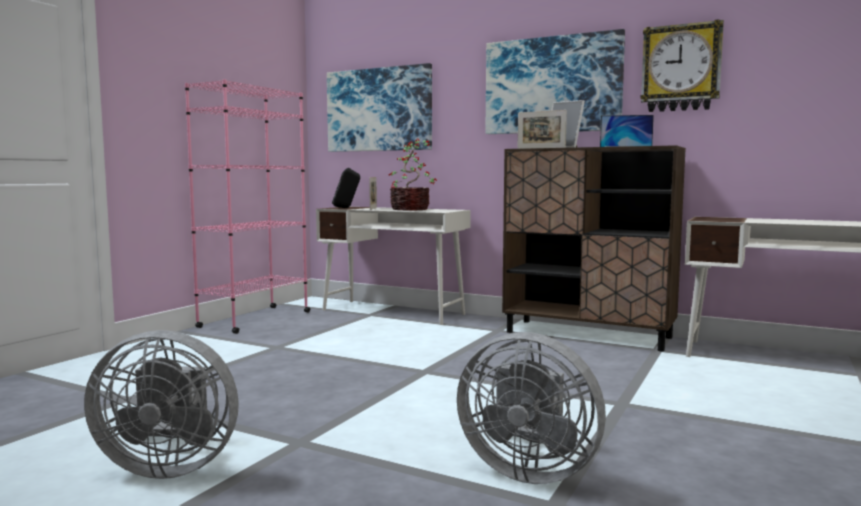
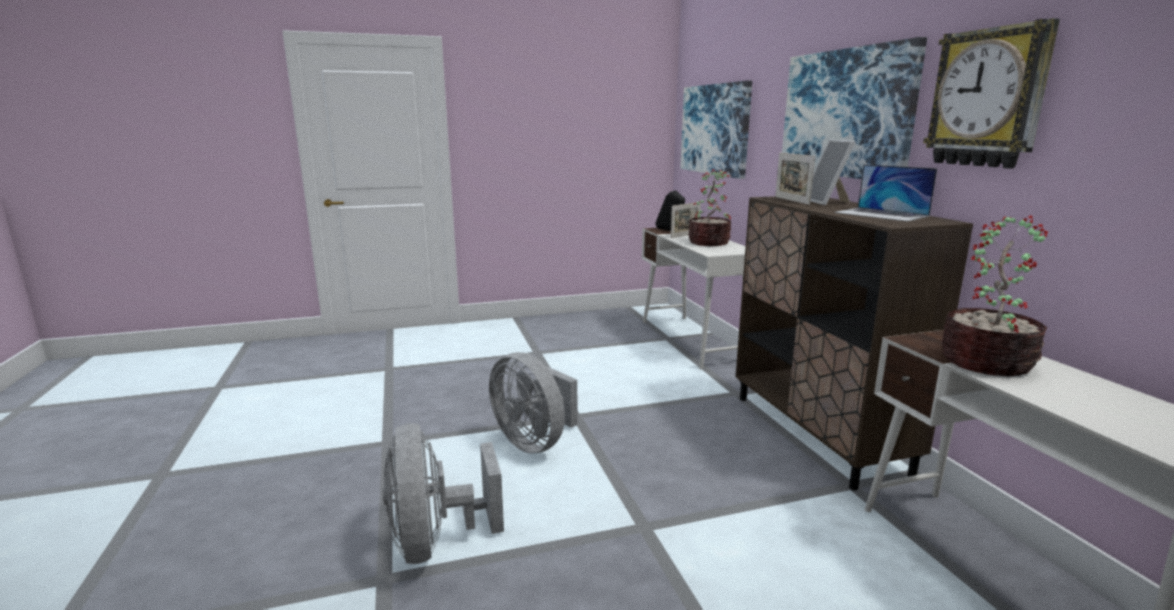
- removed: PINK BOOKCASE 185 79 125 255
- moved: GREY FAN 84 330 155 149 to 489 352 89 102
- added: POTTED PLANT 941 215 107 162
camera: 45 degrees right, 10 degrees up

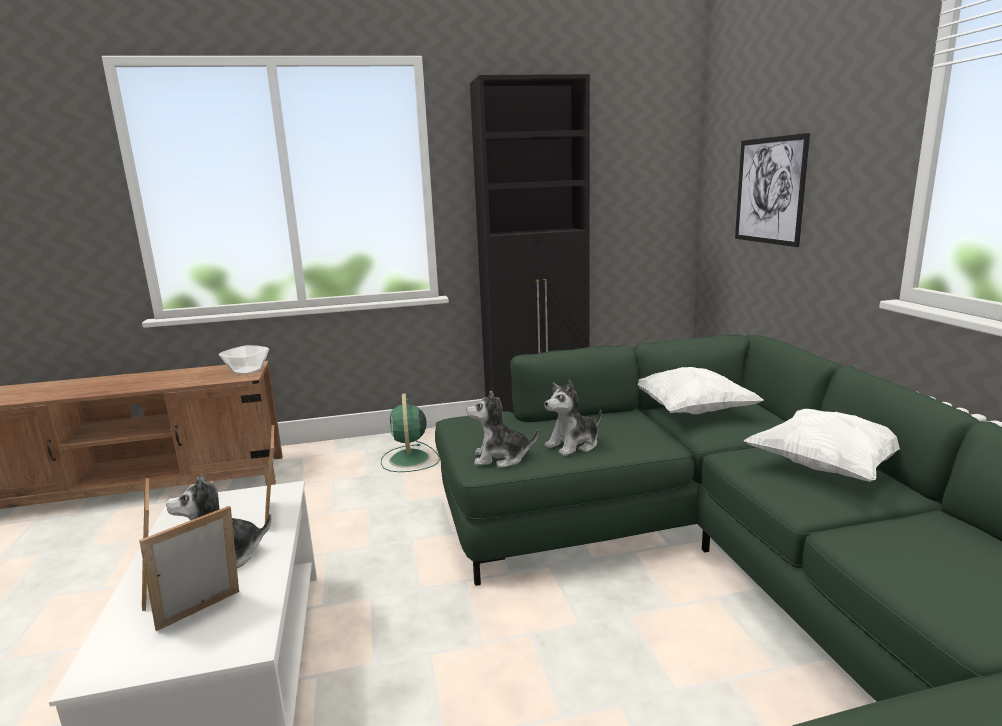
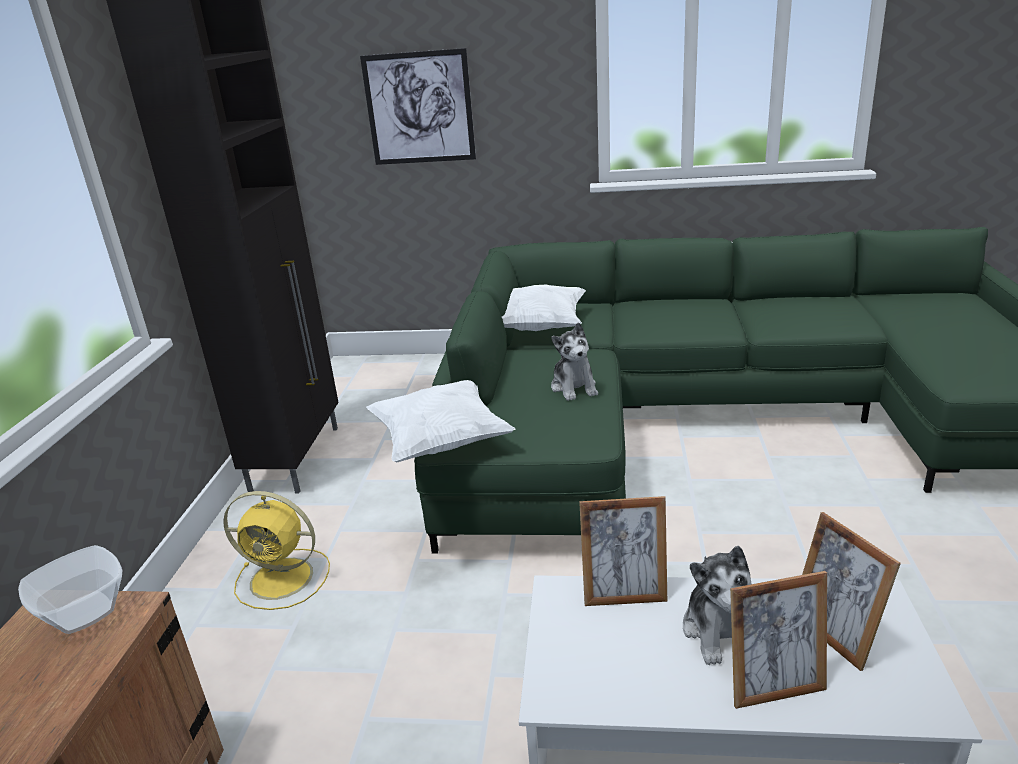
- removed: PLUSH TOY 466 390 72 78
- recoloured: GREEN FAN 381 393 59 79 to YELLOW FAN 223 491 107 119
- moved: WHITE PILLOW 744 409 156 73 to 366 380 149 82
camera: 70 degrees left, 10 degrees up

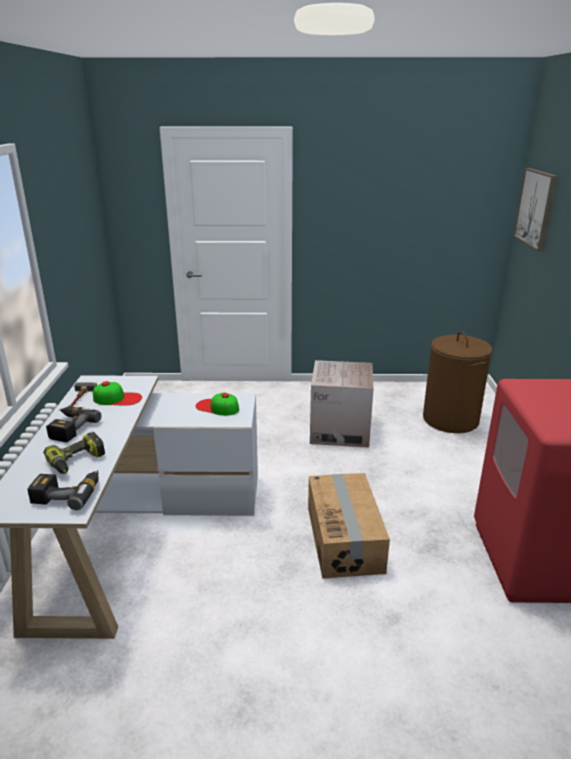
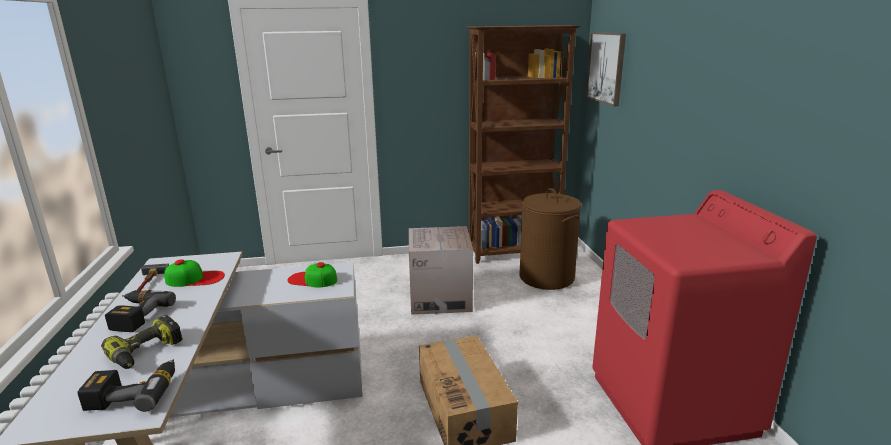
- added: BROWN BOOKCASE 466 25 114 239
camera: 10 degrees left, 5 degrees down

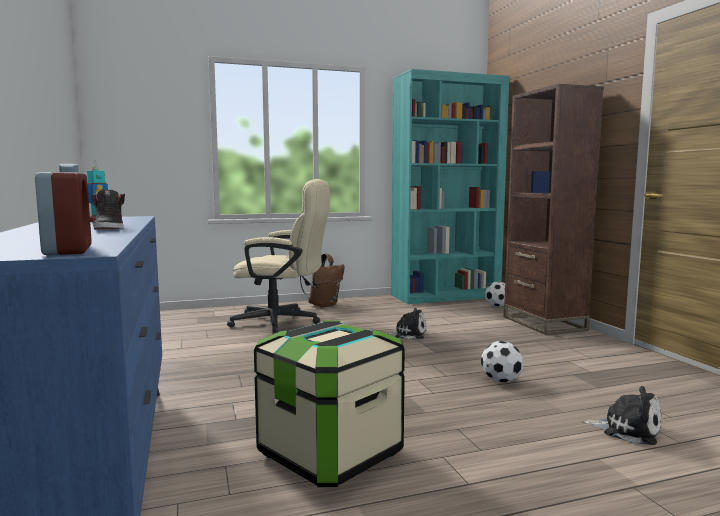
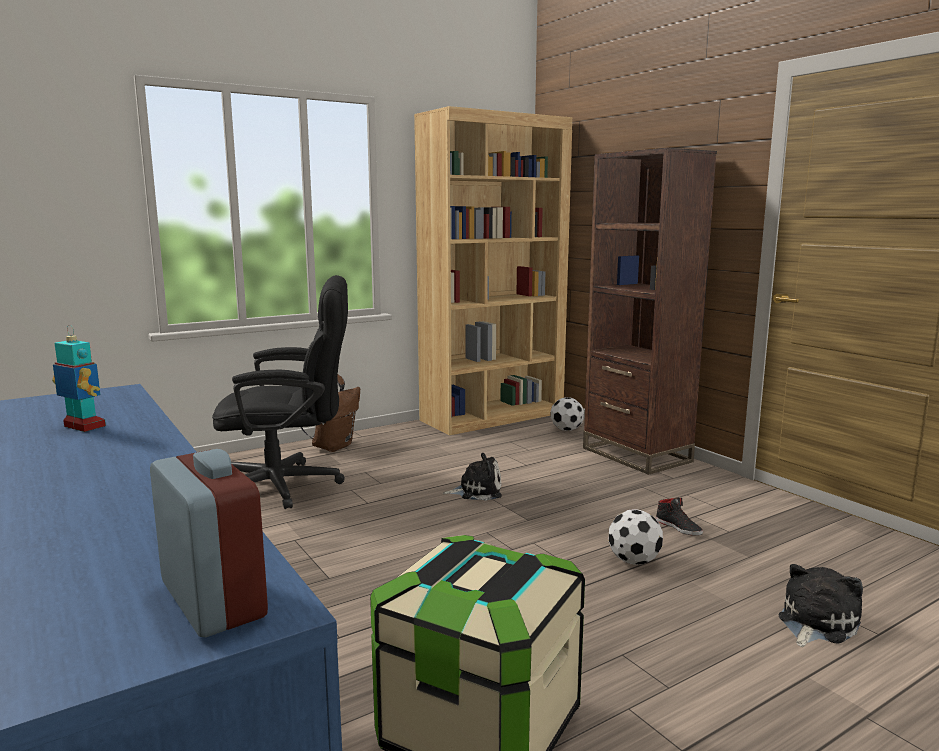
- recoloured: TURQUOISE BOOKCASE 391 69 118 235 to BROWN BOOKCASE 414 106 158 329
- recoloured: BEIGE OFFICE CHAIR 227 179 103 155 to BLACK OFFICE CHAIR 212 275 136 234
- moved: BLACK SHOE 91 190 34 40 to 656 497 47 39
- turned: PLUSH TOY 582 386 80 59 = 779 564 84 83 60 degrees counterclockwise
camera: 15 degrees left, 5 degrees up

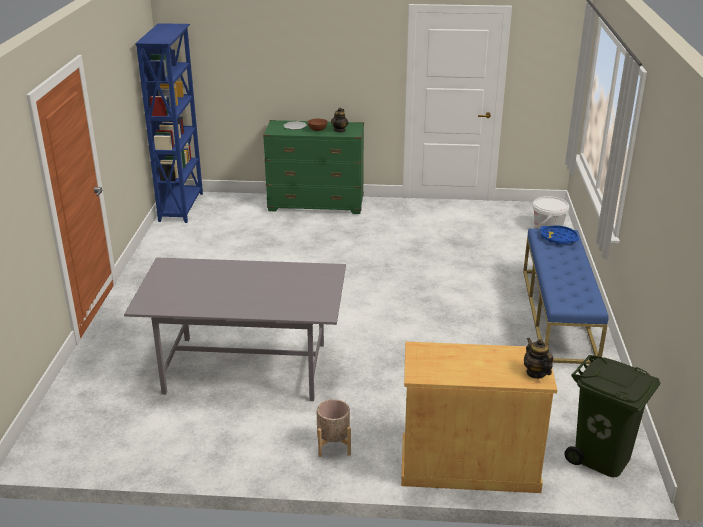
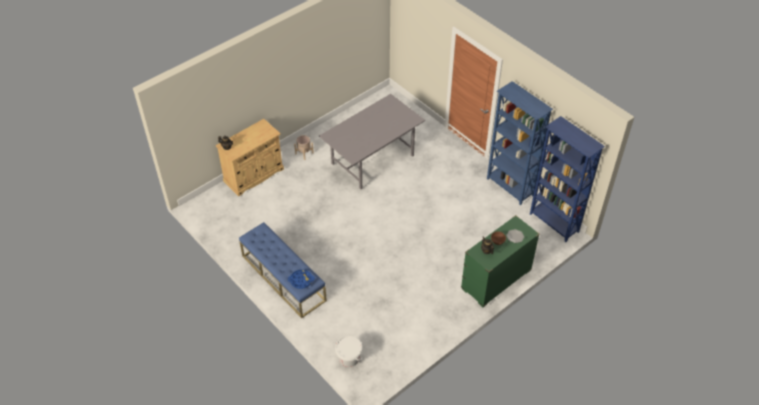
- removed: GREEN TRASH CAN 564 355 96 122
- added: BLUE BOOKCASE 487 81 66 124
camera: 135 degrees right, 20 degrees up

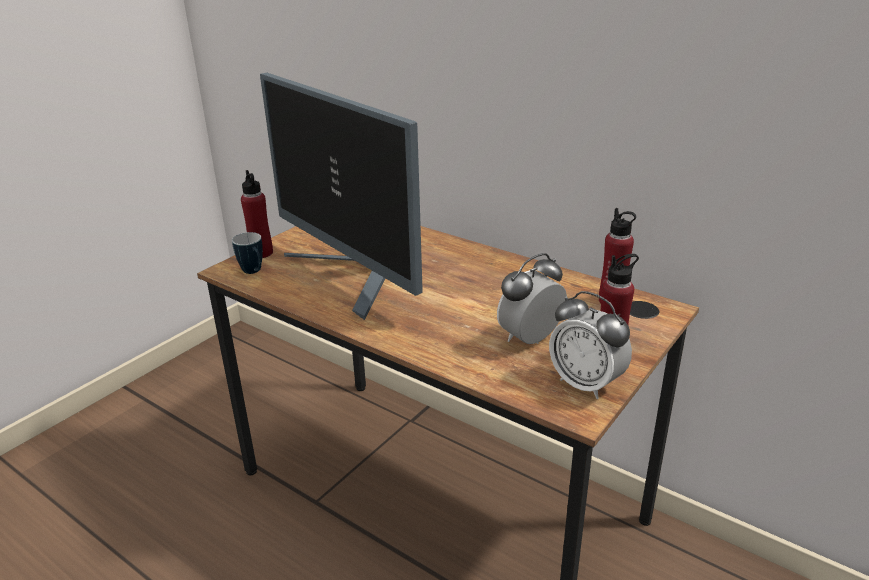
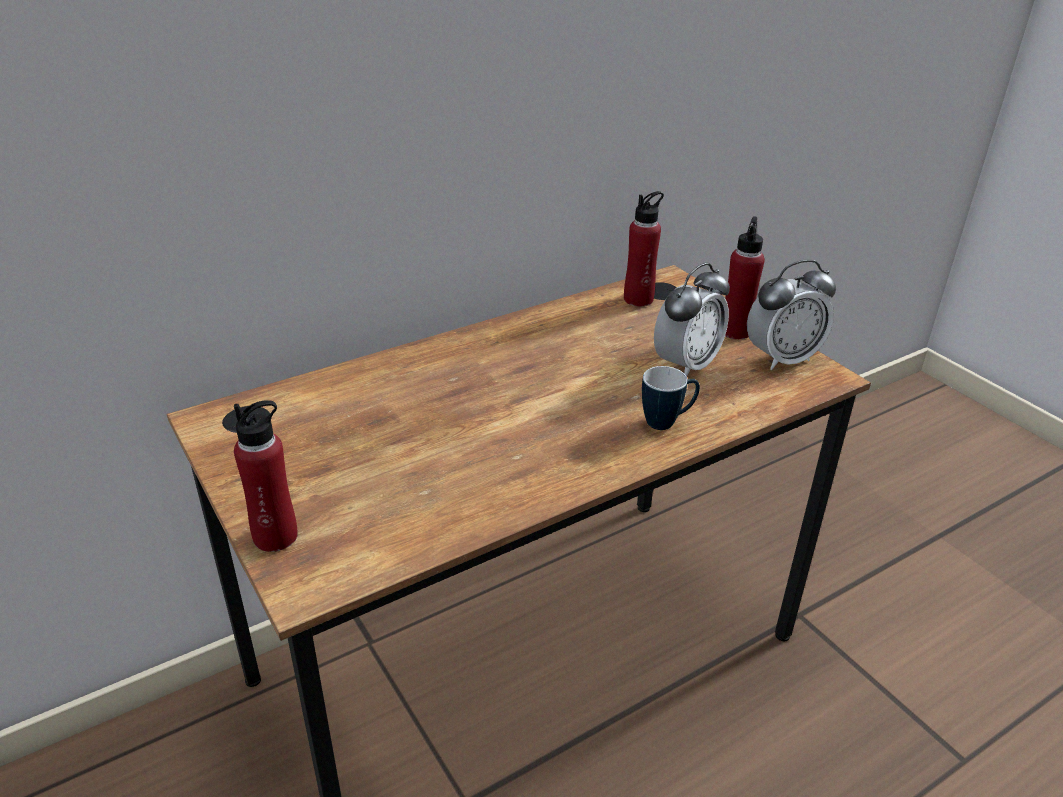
- removed: MONITOR 260 73 163 247
- moved: MUG 232 232 31 42 to 642 366 58 64
- turned: ALARM CLOCK 497 253 70 91 = 654 263 76 114 120 degrees counterclockwise
camera: 70 degrees left, 5 degrees up

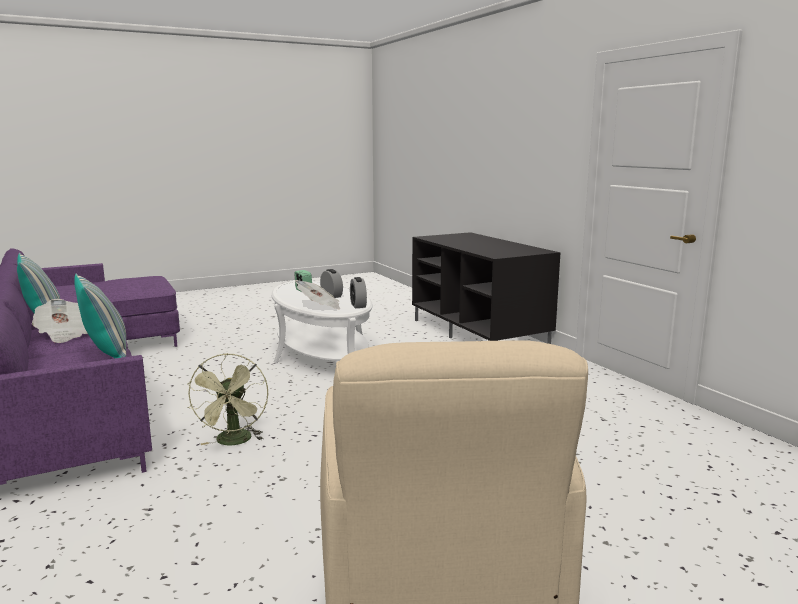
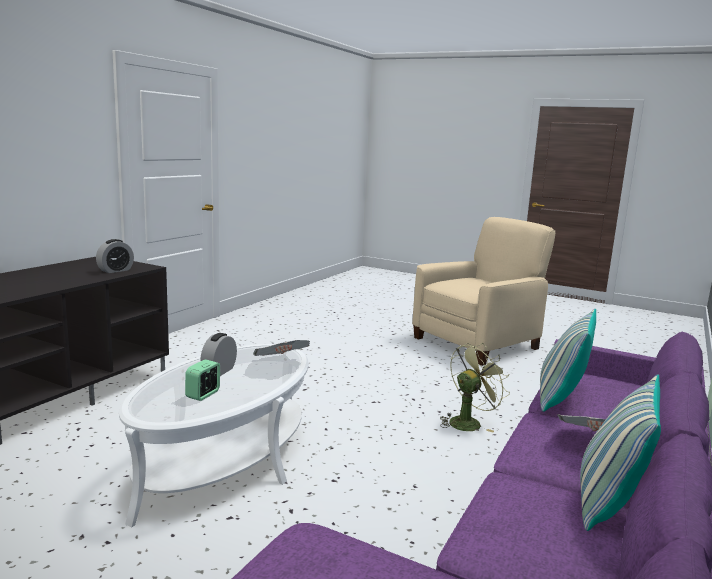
- moved: ALARM CLOCK 350 277 17 31 to 96 239 38 34
camera: 125 degrees left, 0 degrees up

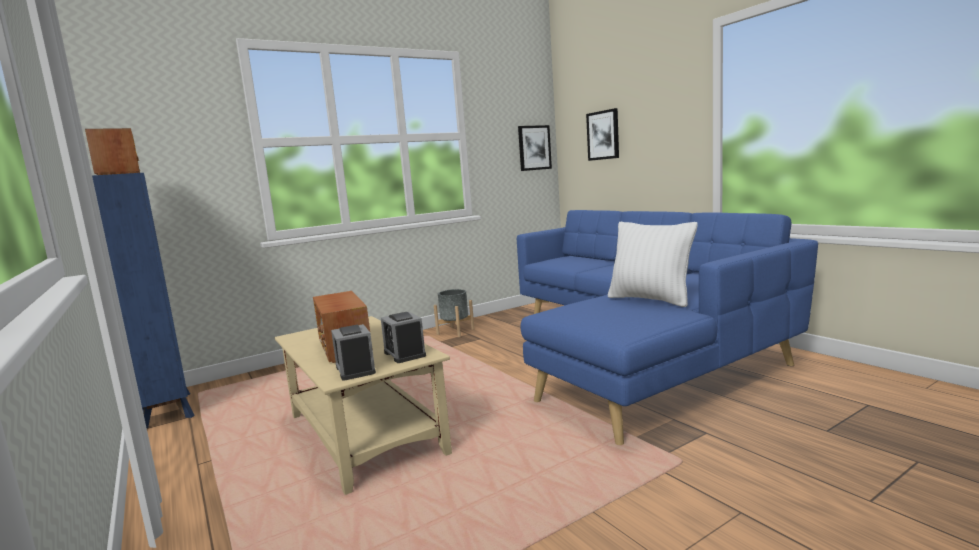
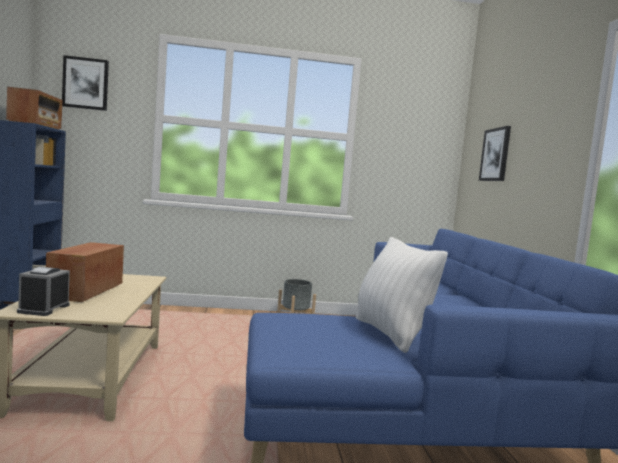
- moved: PICTURE 518 125 34 46 to 62 55 47 56
- removed: ALARM CLOCK 381 312 45 51
camera: 25 degrees right, 5 degrees down

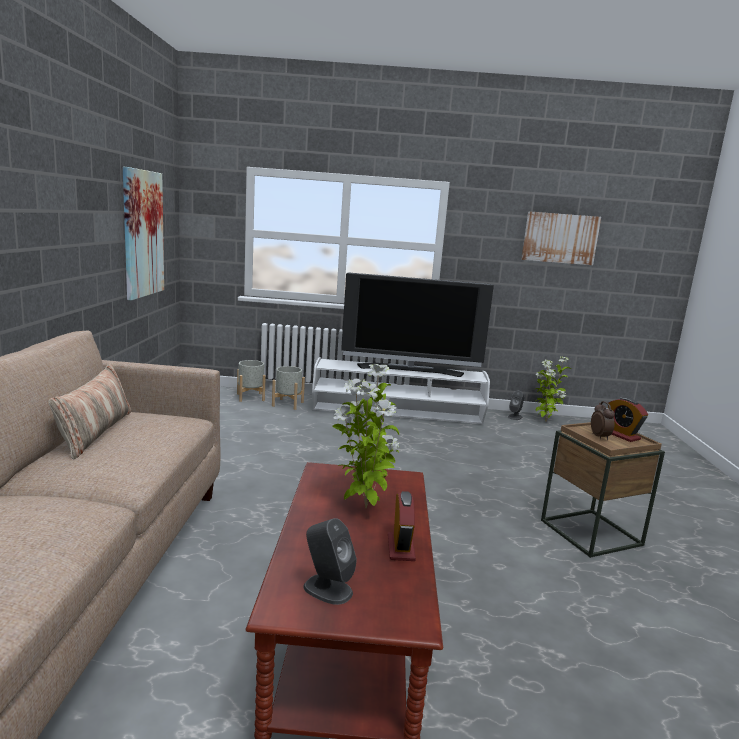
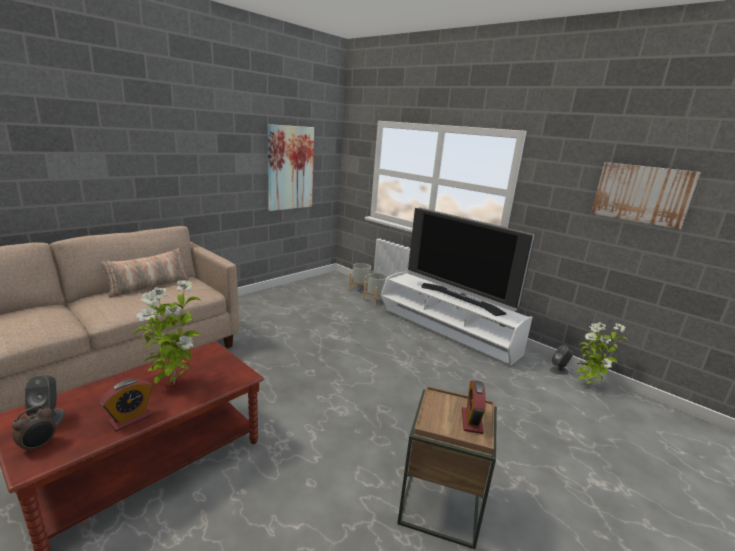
- moved: ALARM CLOCK 591 401 24 39 to 12 406 44 48
camera: 40 degrees right, 5 degrees up

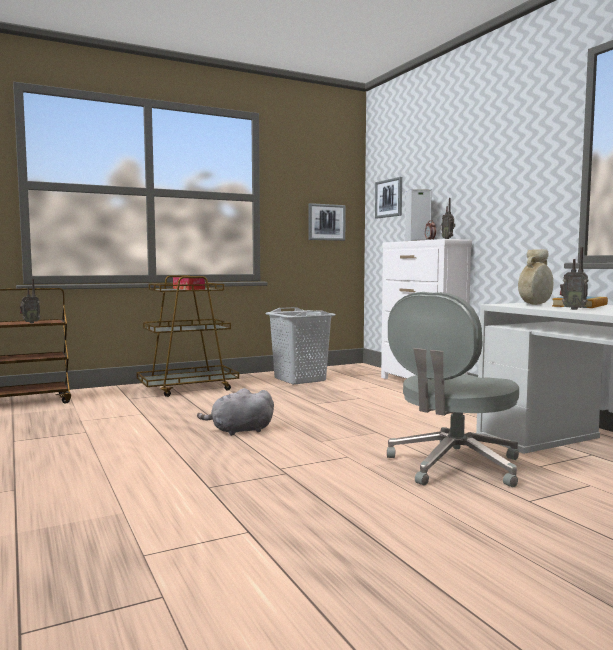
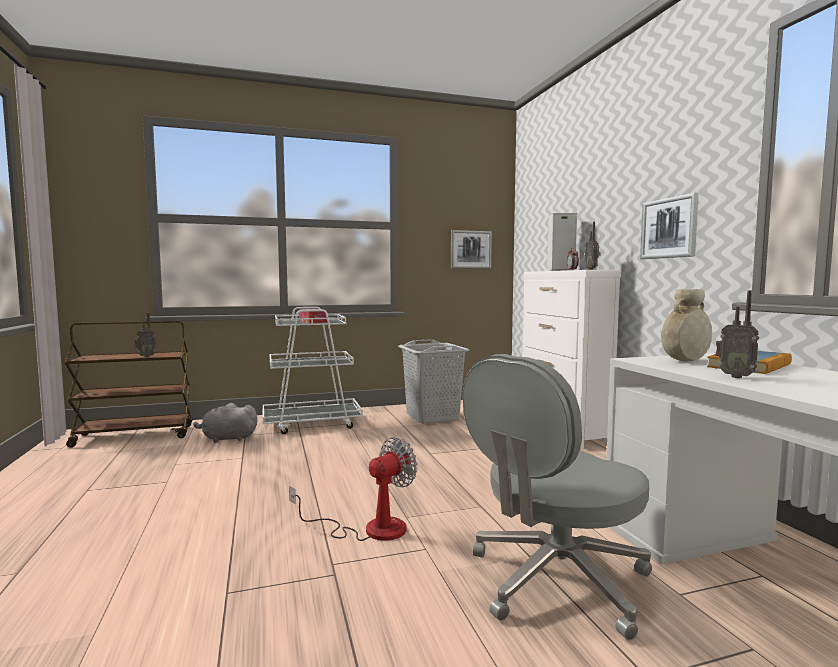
- moved: PICTURE 375 177 27 42 to 640 193 59 66
- recoloured: BROWN CART 136 275 103 122 to WHITE CART 263 307 100 127
- moved: GREY PLUSH TOY 197 388 77 48 to 193 403 64 40
- added: FAN 289 437 129 104
camera: 10 degrees right, 0 degrees up

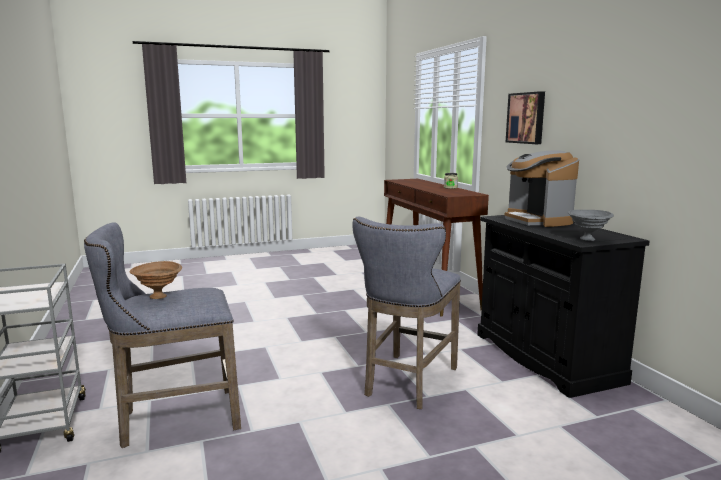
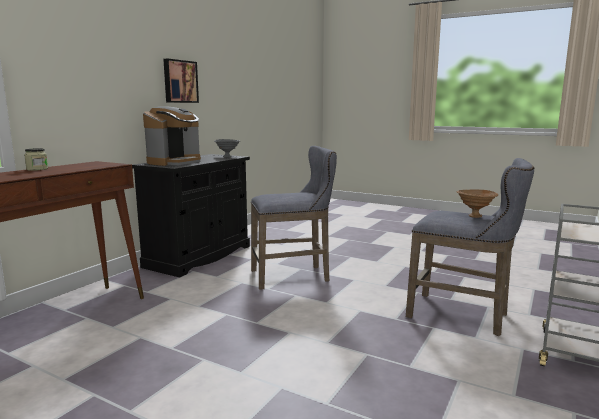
- moved: PICTURE 506 91 39 53 to 163 59 36 44
camera: 130 degrees left, 0 degrees up

